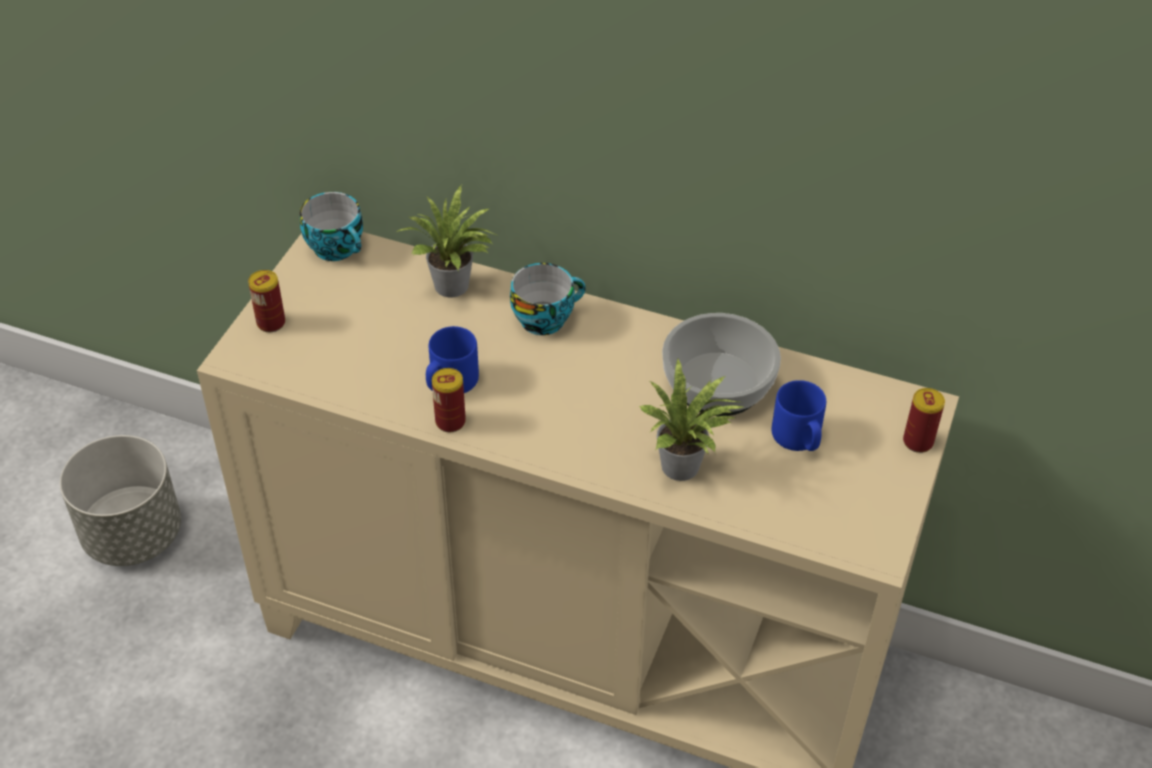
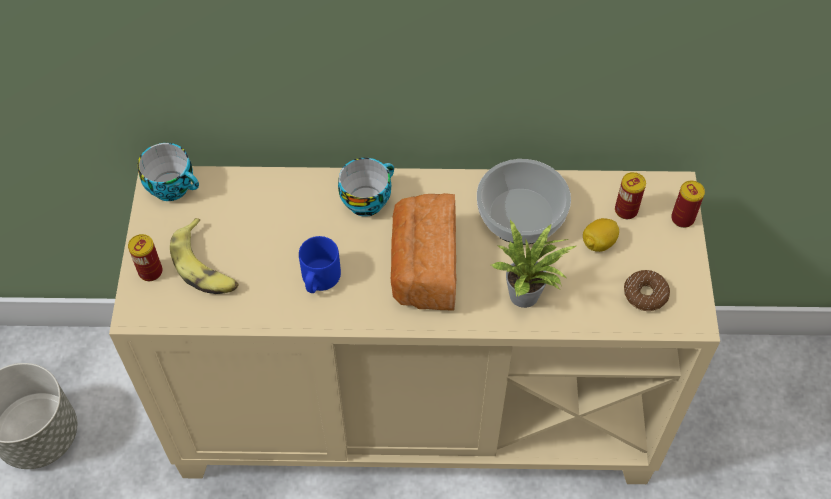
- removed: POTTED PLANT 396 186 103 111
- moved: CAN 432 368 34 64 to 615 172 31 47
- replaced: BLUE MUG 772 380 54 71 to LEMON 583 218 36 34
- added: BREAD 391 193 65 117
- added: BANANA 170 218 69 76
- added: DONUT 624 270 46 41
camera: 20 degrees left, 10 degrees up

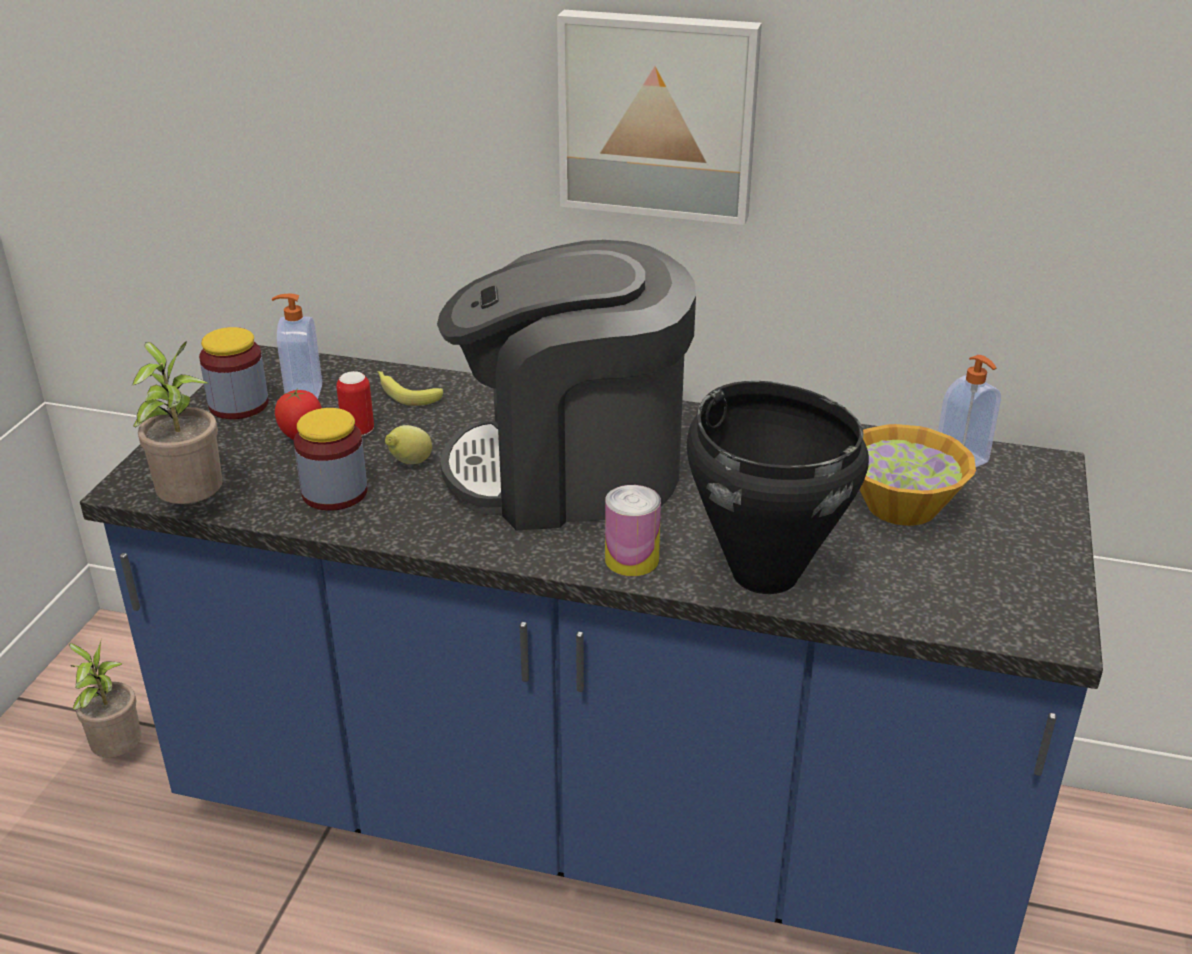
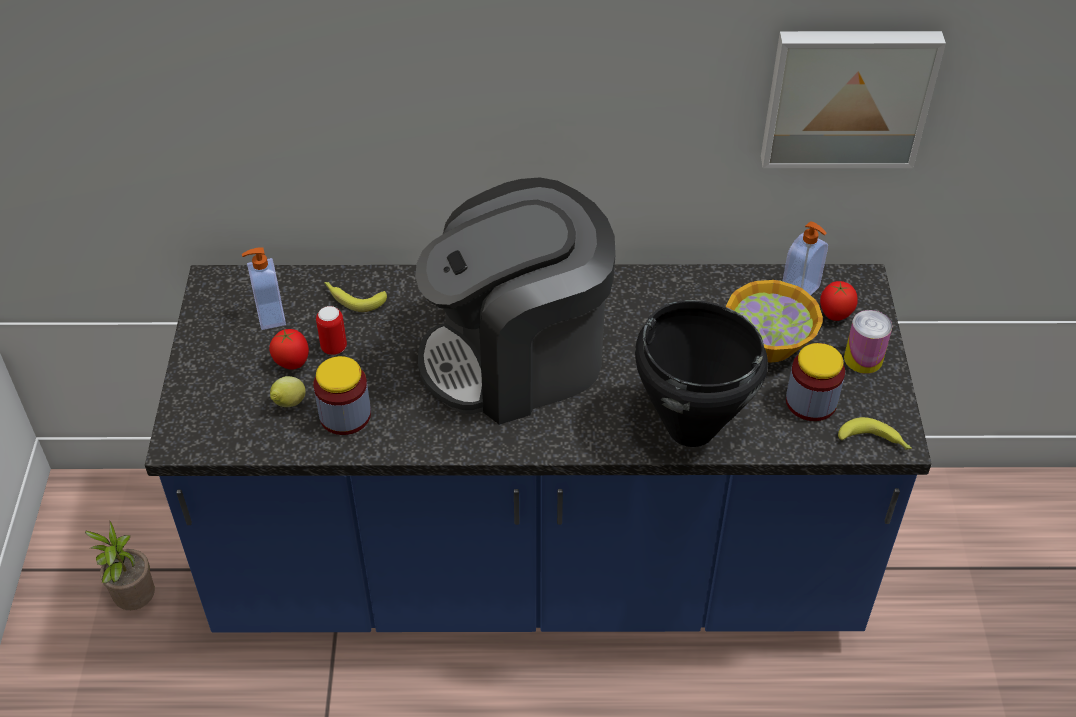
- moved: PICTURE 557 10 205 215 to 761 31 185 137
- moved: JAR 199 327 70 92 to 786 343 59 78
- removed: POTTED PLANT 131 342 92 162
- moved: LEMON 385 425 47 39 to 270 376 35 31
- moved: CAN 605 485 56 91 to 844 310 48 64
- added: TOMATO 820 281 38 40
- added: BANANA 838 417 74 33
camera: 15 degrees left, 15 degrees up

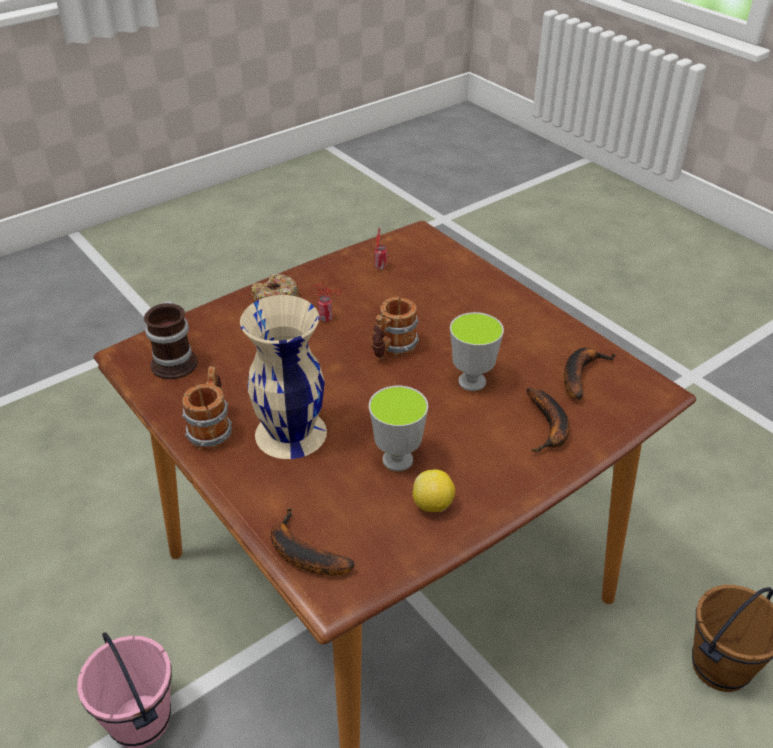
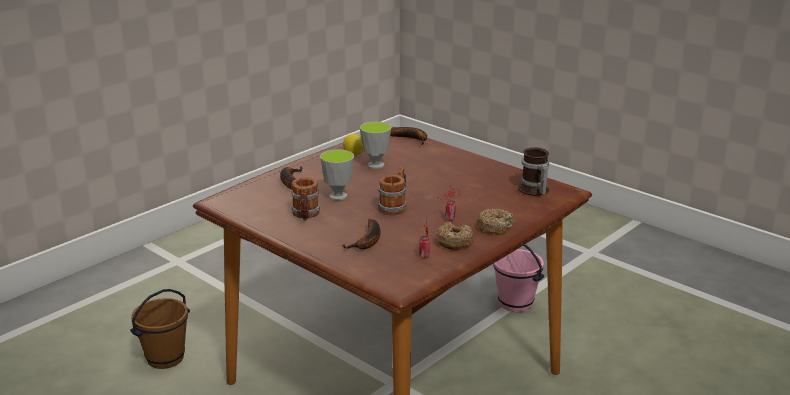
- removed: BEIGE VASE 240 295 87 164
- moved: BANANA 564 347 52 53 to 342 219 39 30
- moved: MUG 182 366 50 84 to 292 178 28 43
- added: DONUT 436 222 38 28
camera: 170 degrees right, 15 degrees down

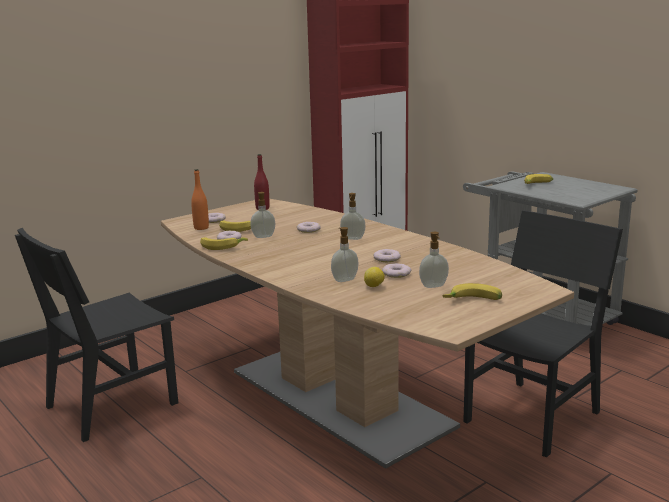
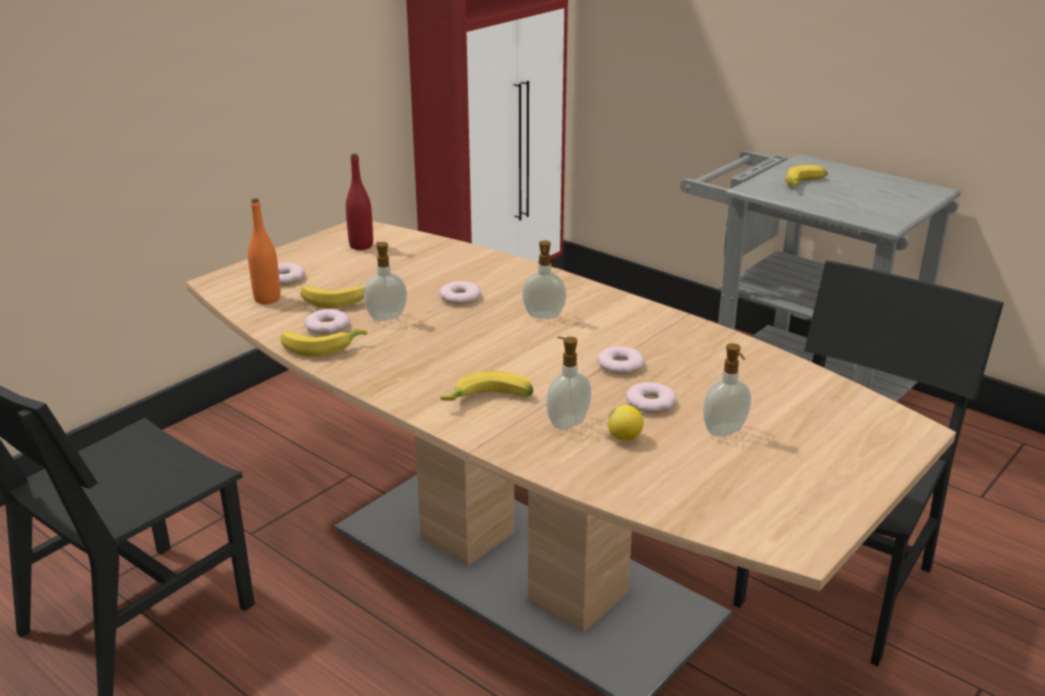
- moved: BANANA 442 283 60 17 to 441 371 92 30
camera: 10 degrees left, 10 degrees up

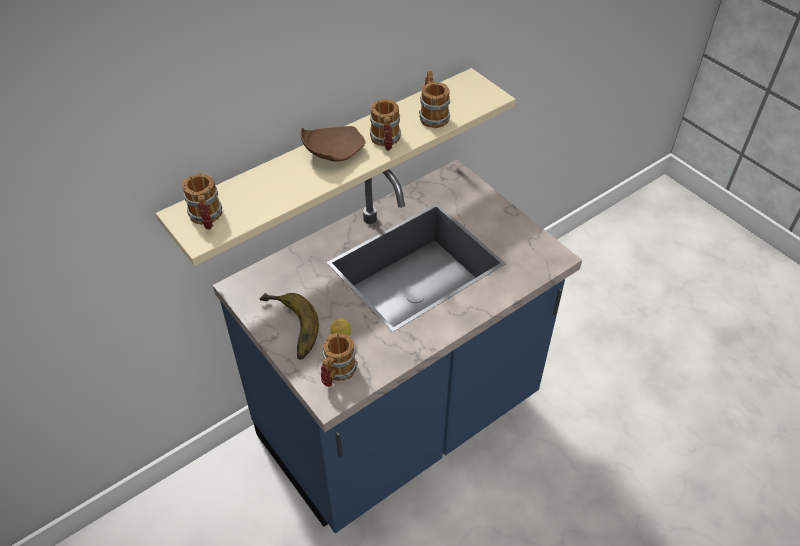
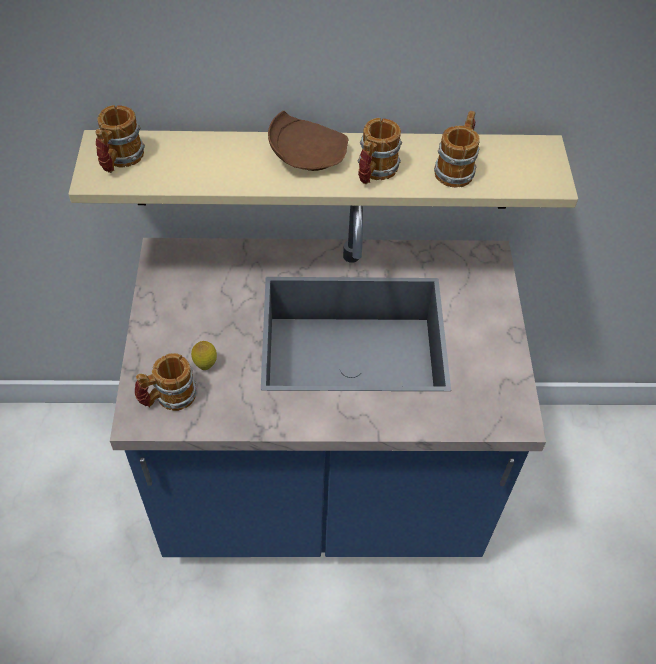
- removed: BANANA 260 293 59 67
camera: 35 degrees right, 5 degrees up

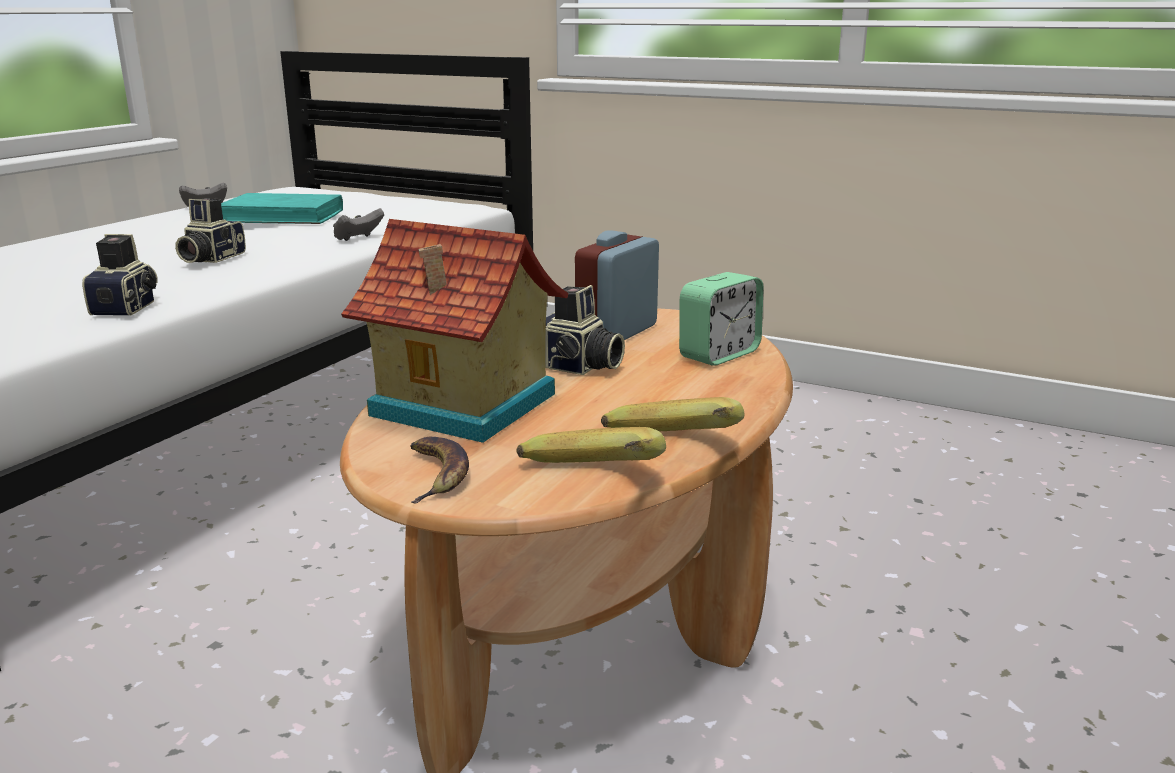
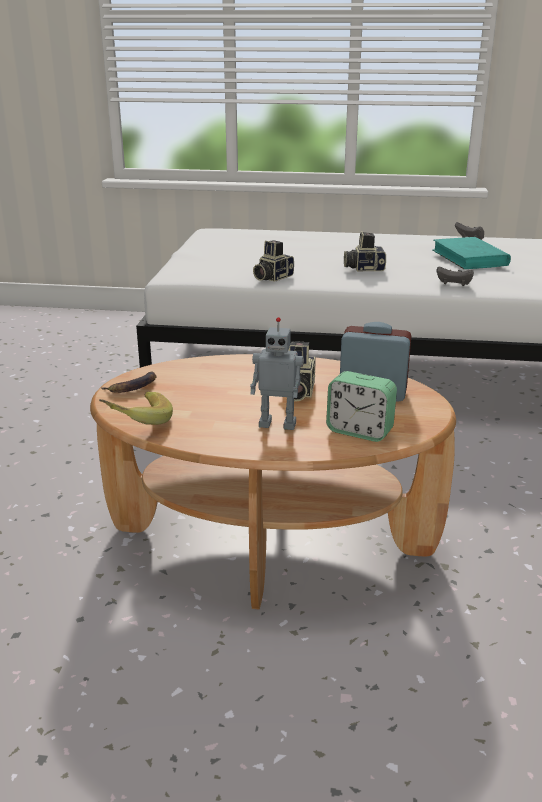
- removed: TOY HOUSE 341 219 227 224
- turned: PHOTO CAMERA 82 234 75 81 = 253 240 41 42 150 degrees clockwise
- removed: BANANA 601 397 143 34
- added: TOY ROBOT 250 317 54 113
camera: 70 degrees right, 5 degrees up

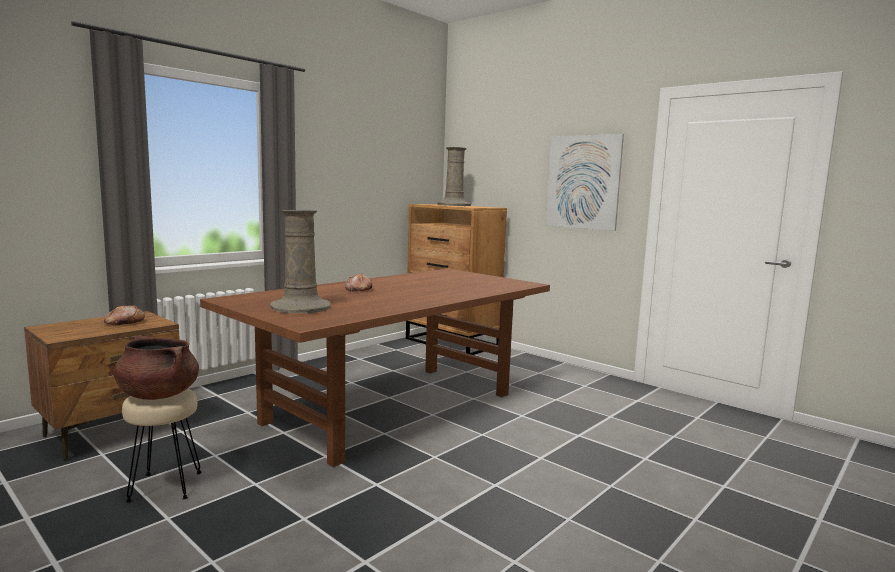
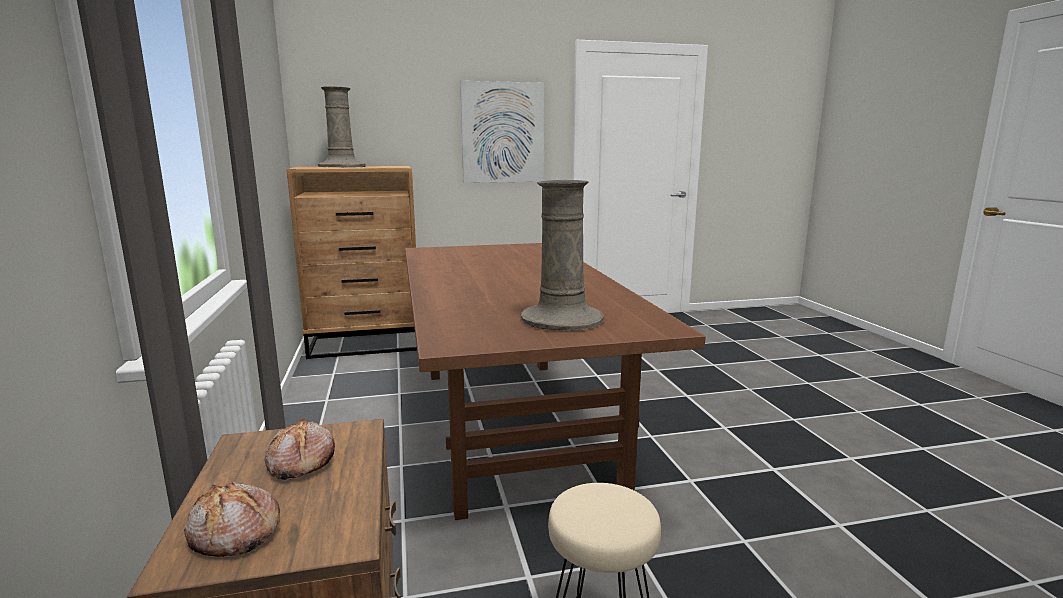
- moved: BREAD 345 274 27 18 to 184 482 96 75
- removed: BROWN COOKING POT 114 335 85 65
camera: 55 degrees left, 5 degrees up

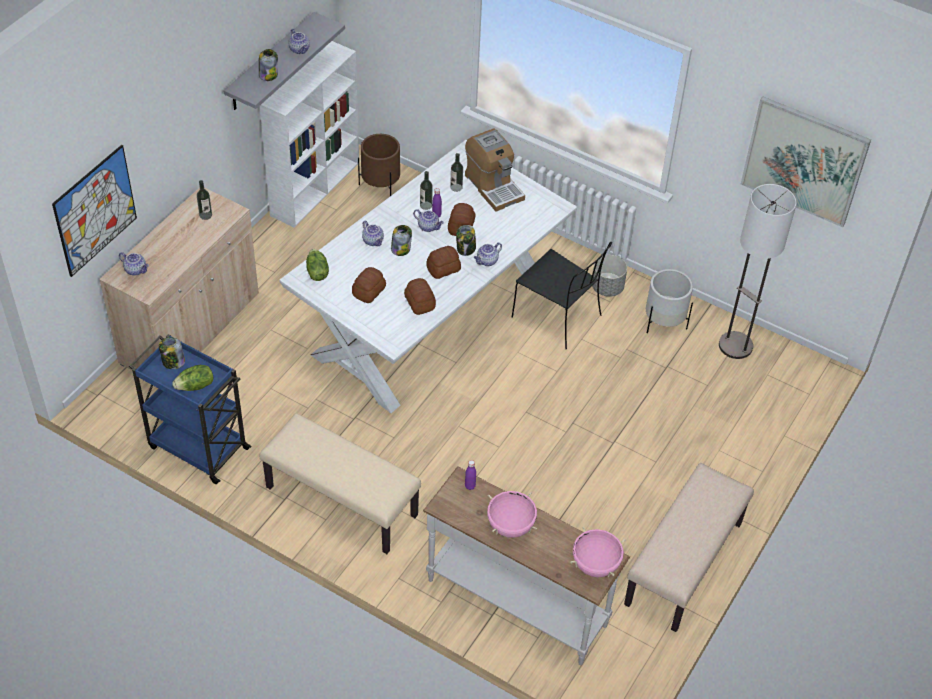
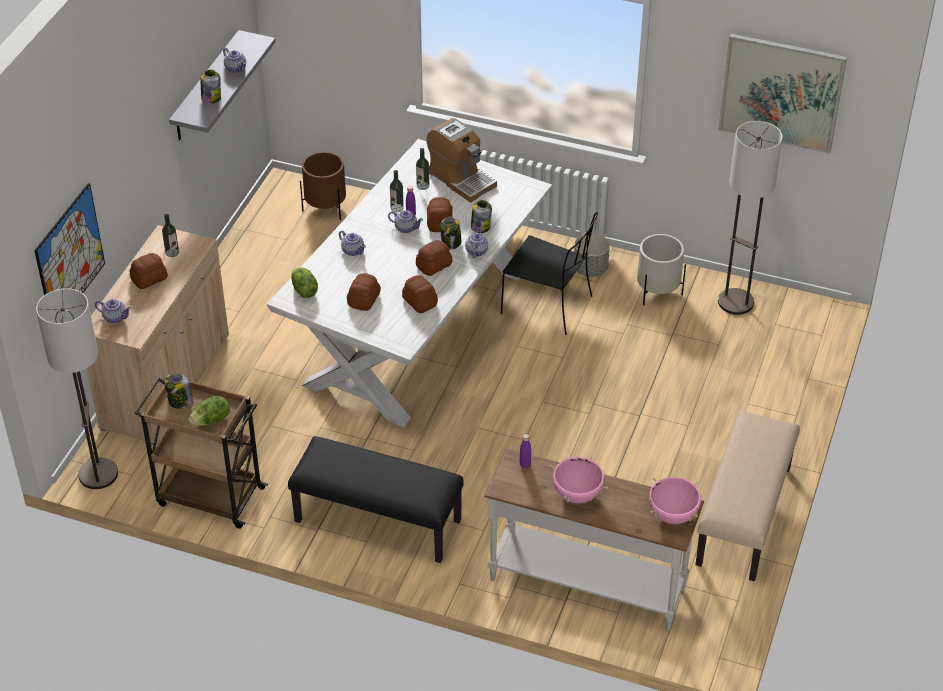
- removed: WHITE BOOKCASE 260 41 99 187
- moved: JAR 391 225 21 31 to 471 200 21 33
- turned: TEAPOT 474 243 28 23 = 465 227 23 31 150 degrees clockwise
- recoloured: BLUE CART 129 334 123 150 to BROWN CART 135 375 133 154
- recoloured: BEIGE BENCH 259 413 162 141 to BLACK BENCH 288 436 176 127
- added: BREAD 130 253 38 36
- added: FLOOR LAMP 36 288 82 201
camera: 10 degrees left, 5 degrees down

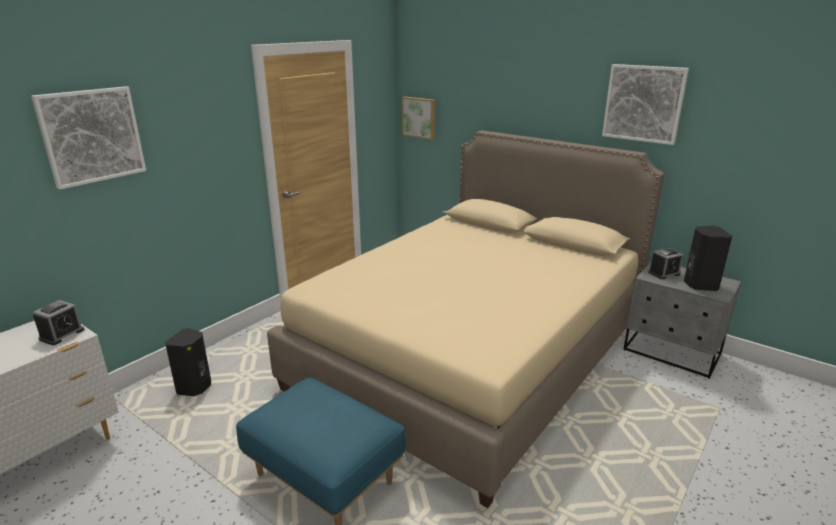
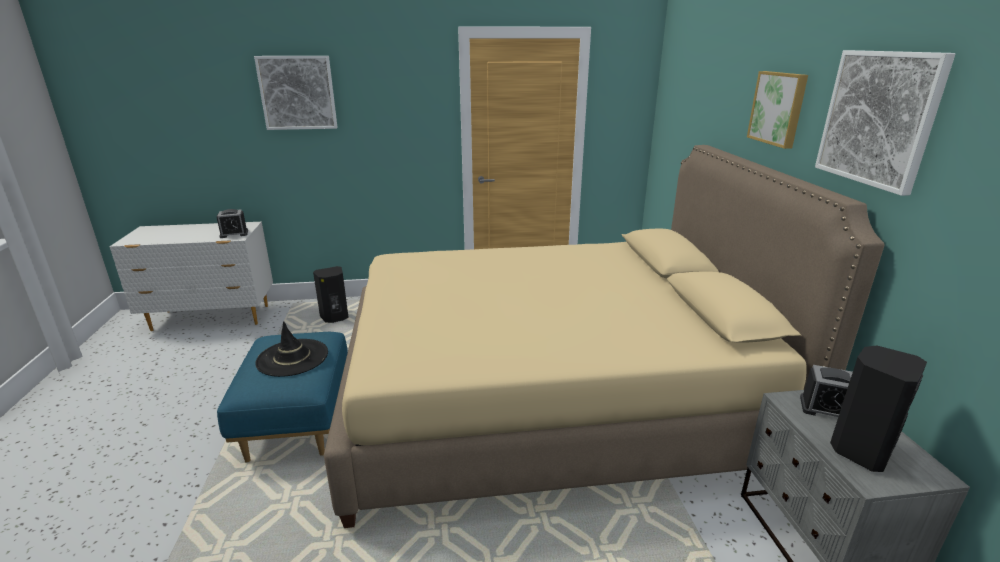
- moved: PICTURE 402 97 33 42 to 747 71 61 78
- added: BLACK HAT 255 321 73 56
camera: 45 degrees right, 0 degrees up

